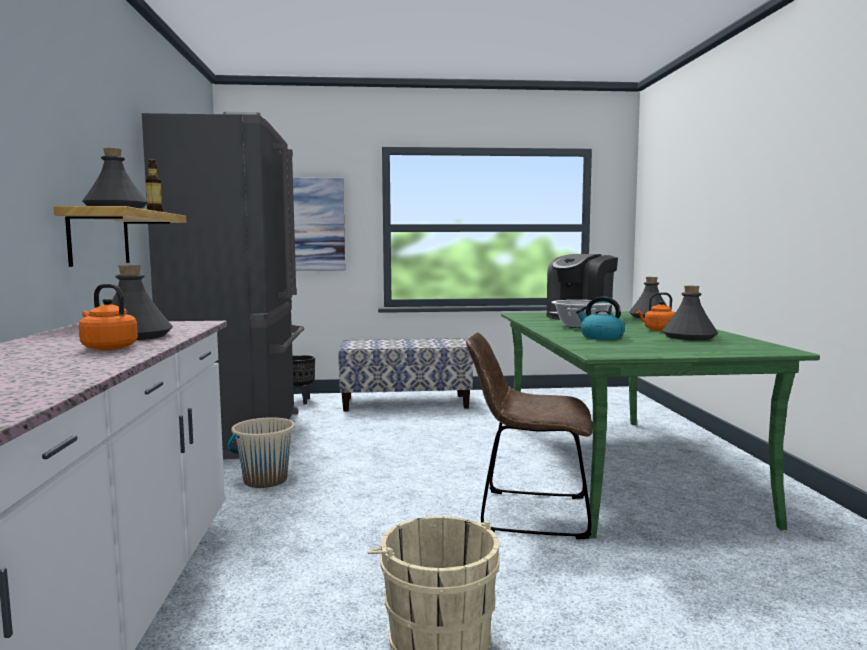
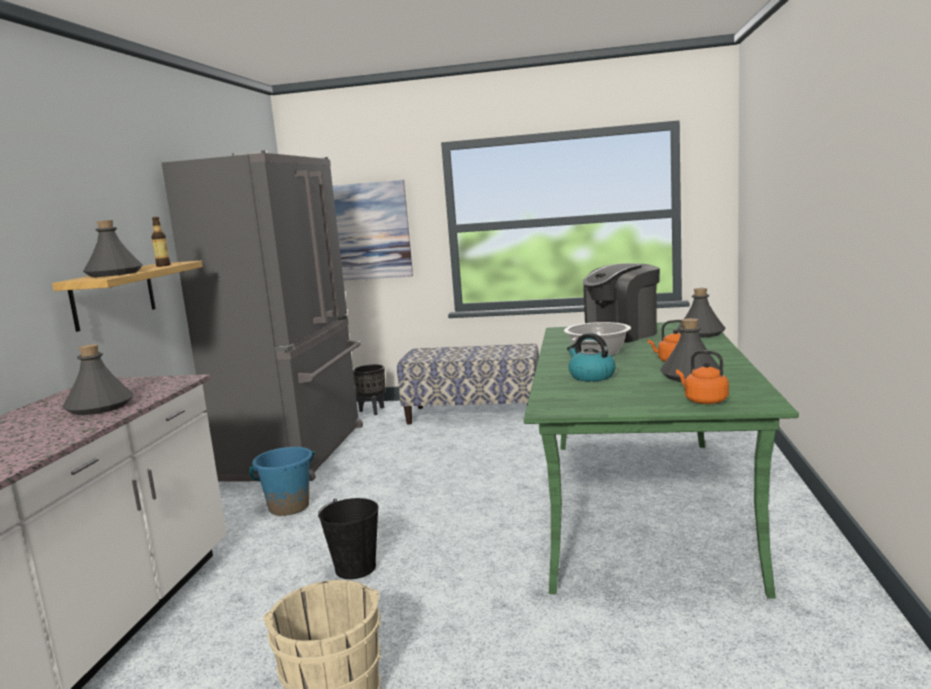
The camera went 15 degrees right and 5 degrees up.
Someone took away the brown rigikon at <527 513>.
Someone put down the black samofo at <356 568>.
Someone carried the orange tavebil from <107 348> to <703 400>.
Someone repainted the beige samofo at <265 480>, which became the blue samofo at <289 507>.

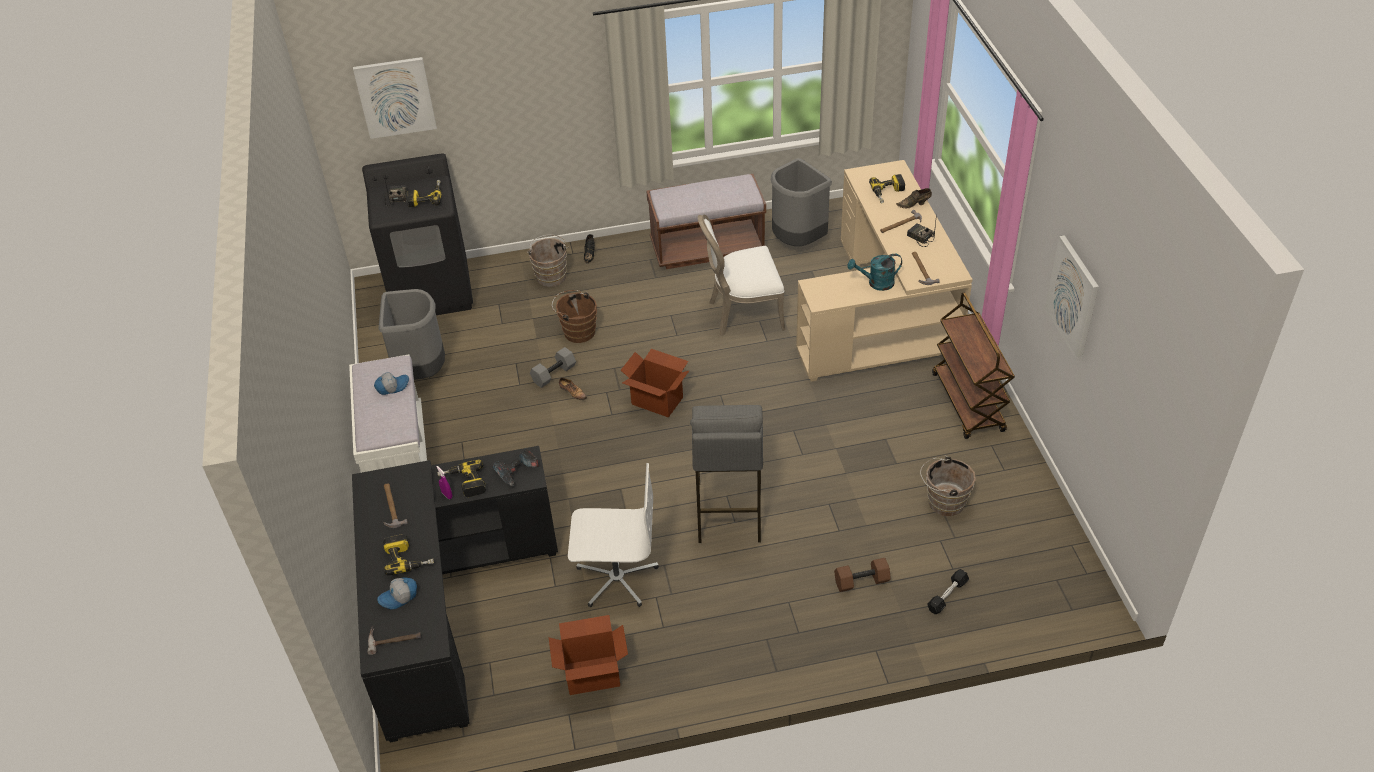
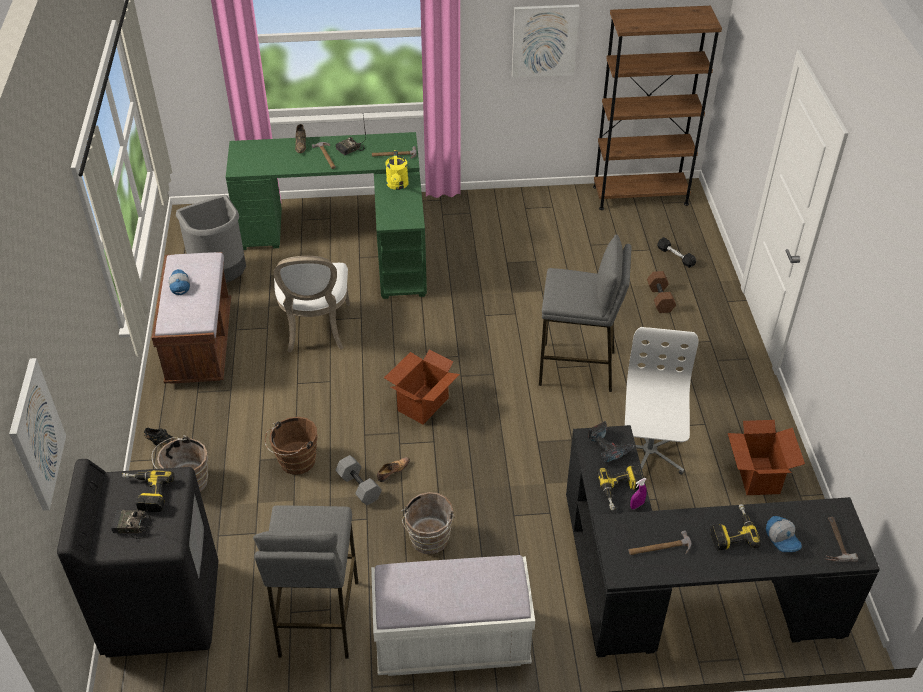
The camera went 85 degrees left and 0 degrees up.
Someone took away the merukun at <888 193>.
Someone took away the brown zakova at <968 403>.
Someone put down the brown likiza at <640 195>.
Someone carried the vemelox from <392 386> to <179 285>.
Someone carried the brown samofo from <943 502> to <428 541>.
Someone swapped the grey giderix at <421 373> for the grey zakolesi at <317 618>.
Someone repainted the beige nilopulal at <884 313>, which became the green nilopulal at <349 239>.
Someone repainted the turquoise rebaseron at <876 283>, which became the yellow rebaseron at <397 185>.

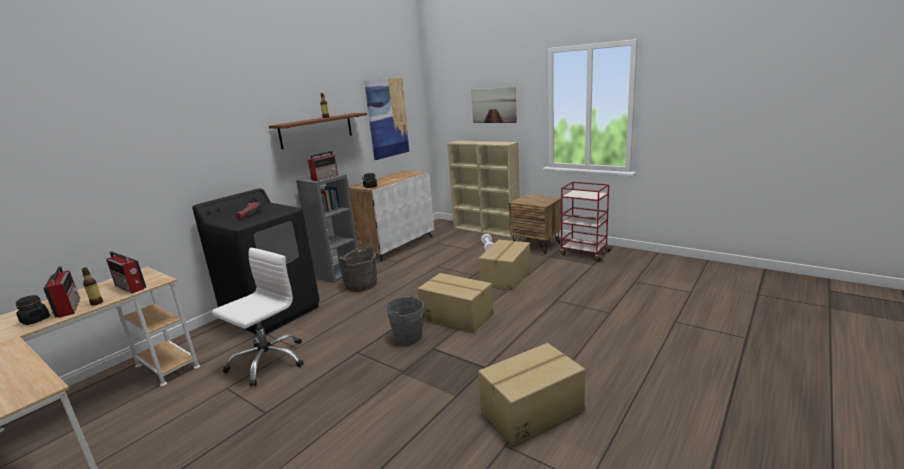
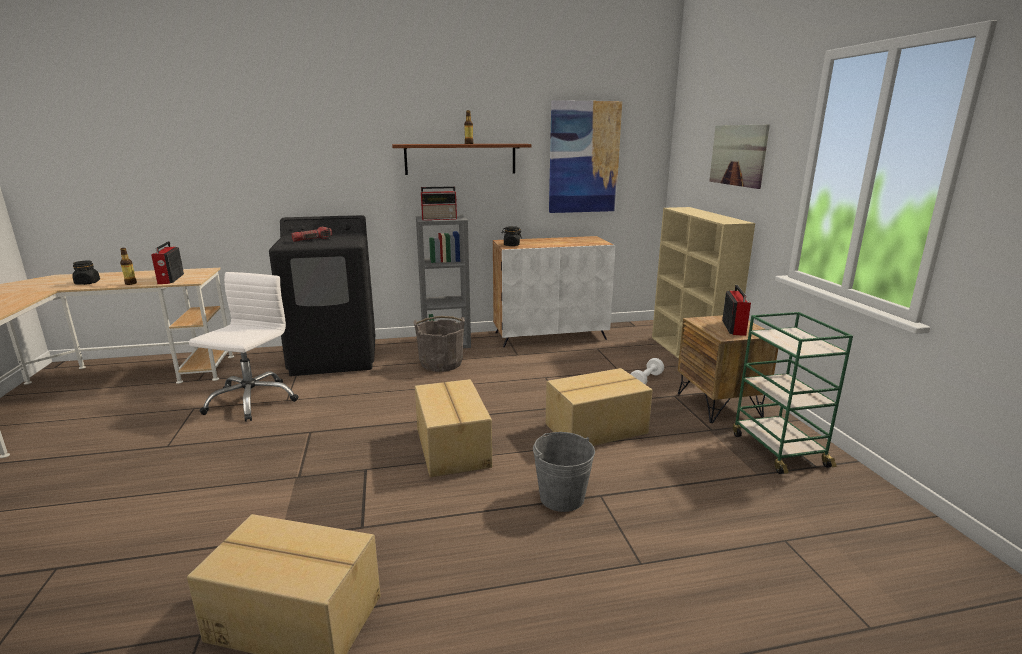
The camera went 40 degrees right and 0 degrees up.
Someone carried the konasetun from <69 307> to <734 327>.
Someone carried the grey samofo from <408 337> to <562 497>.
Someone repainted the red zakova at <584 253>, which became the green zakova at <777 449>.
Someone rotated the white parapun at <267 361> by 60 degrees counterclockwise.

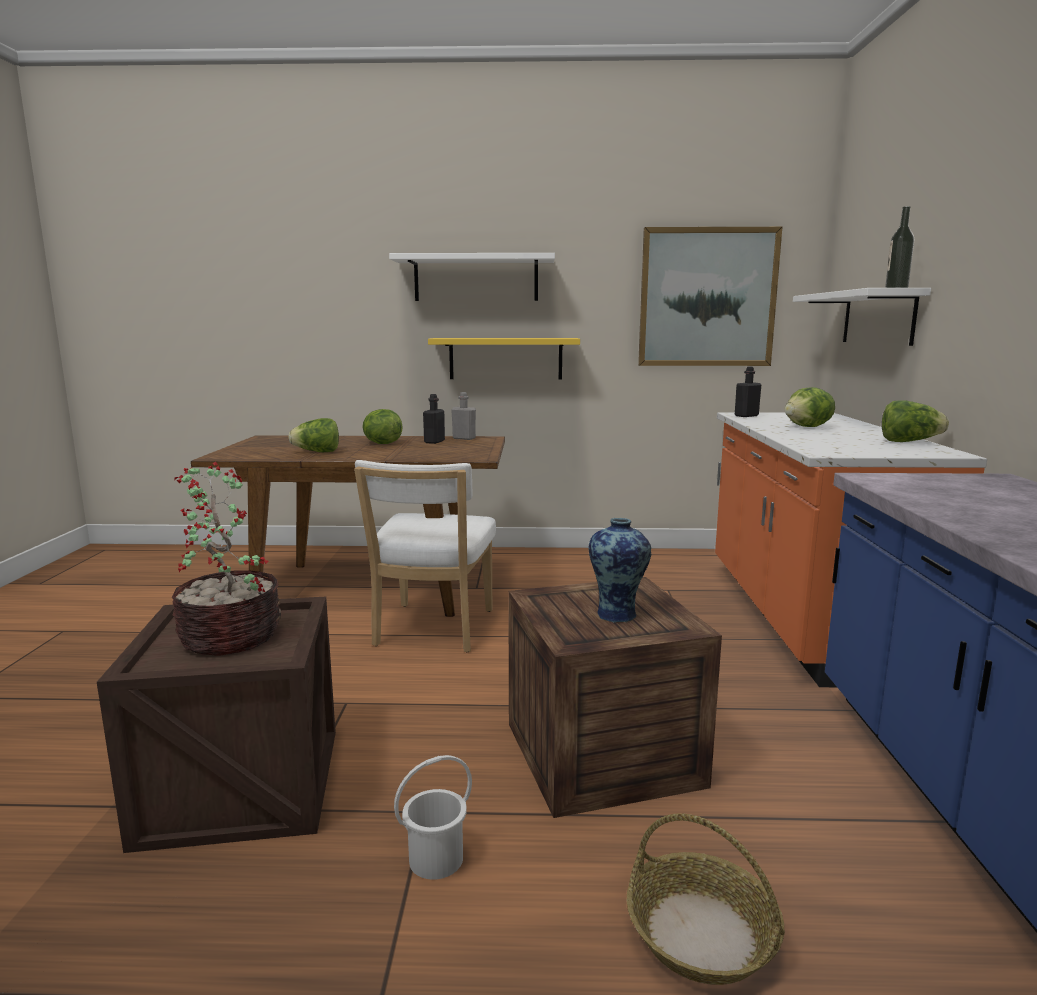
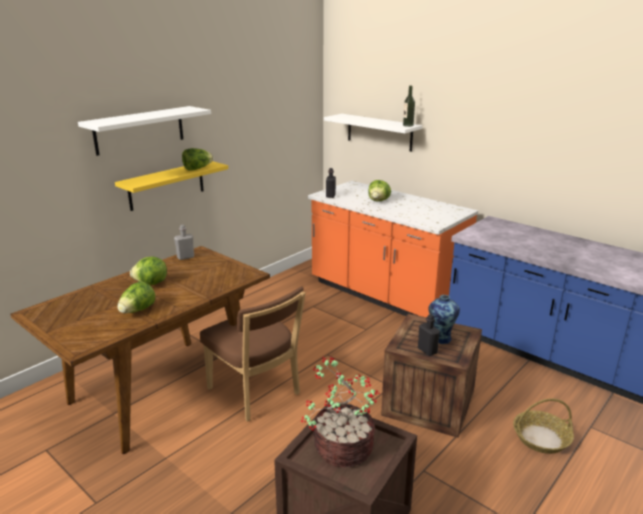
The camera went 50 degrees left and 10 degrees up.
Someone took away the white samofo at <437 859>.
Someone took away the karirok at <707 298>.
Someone carried the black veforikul from <434 442> to <427 351>.
Someone carried the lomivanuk from <909 442> to <197 169>.
Someone repainted the white rigikon at <432 630>, which became the brown rigikon at <256 393>.

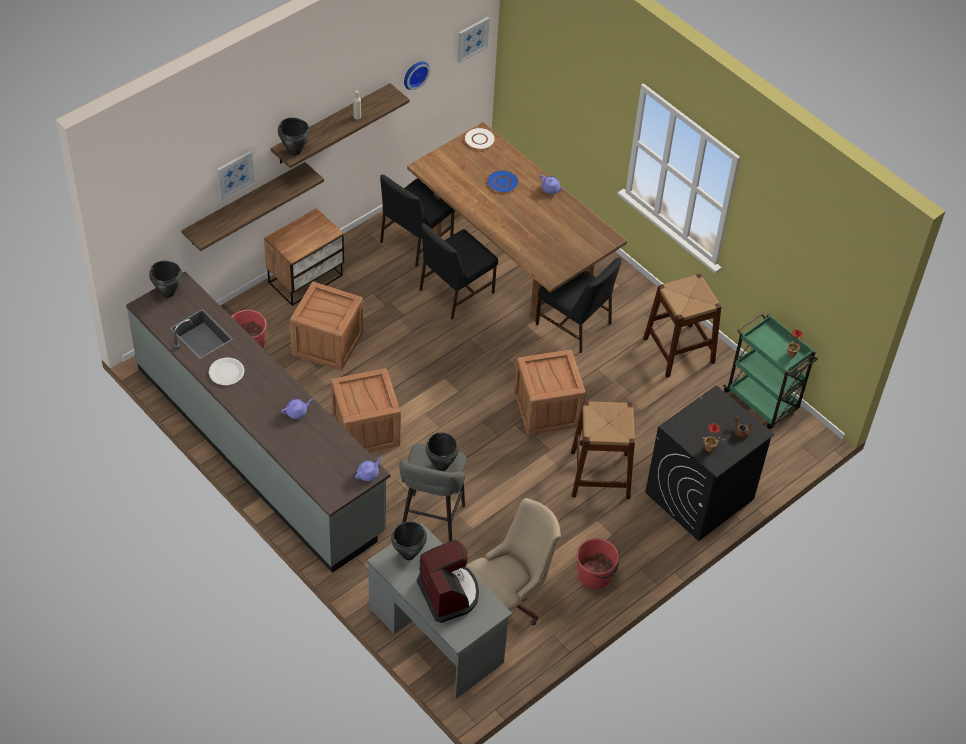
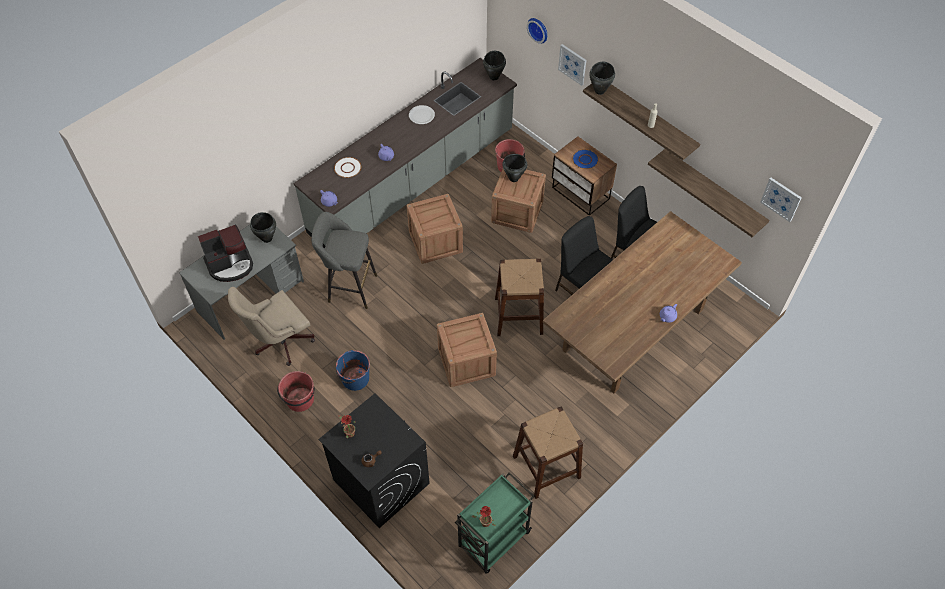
The camera went 90 degrees right and 5 degrees up.
Someone took away the black rigikon at <574 325>.
Someone put down the blue samofo at <355 379>.
Someone carried the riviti from <245 204> to <713 190>.
Someone carried the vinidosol from <414 74> to <539 29>.
Someone carried the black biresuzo from <441 466> to <513 178>.
Someone carried the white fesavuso from <479 139> to <347 168>.
Someone carried the blue fesavuso from <502 182> to <585 159>.
Someone carried the brown zakolesi from <600 474> to <518 315>.
Someone rotated the beige parapun at <510 599> by 90 degrees clockwise.

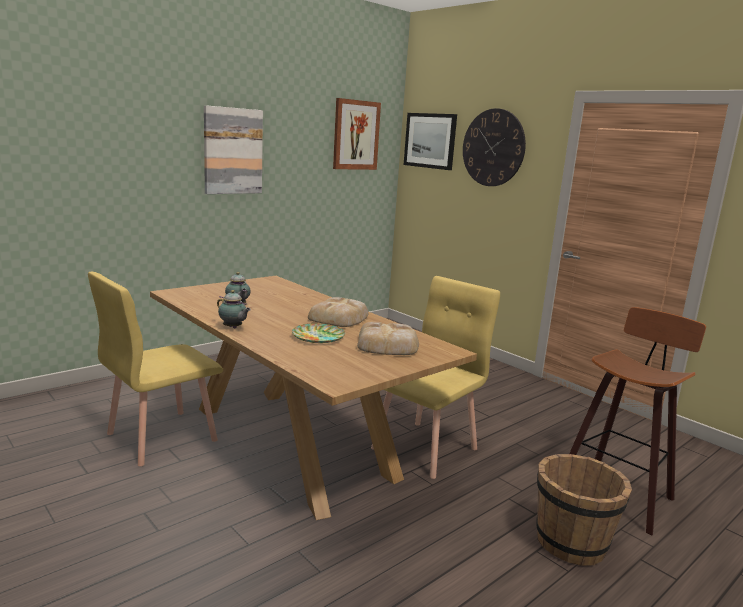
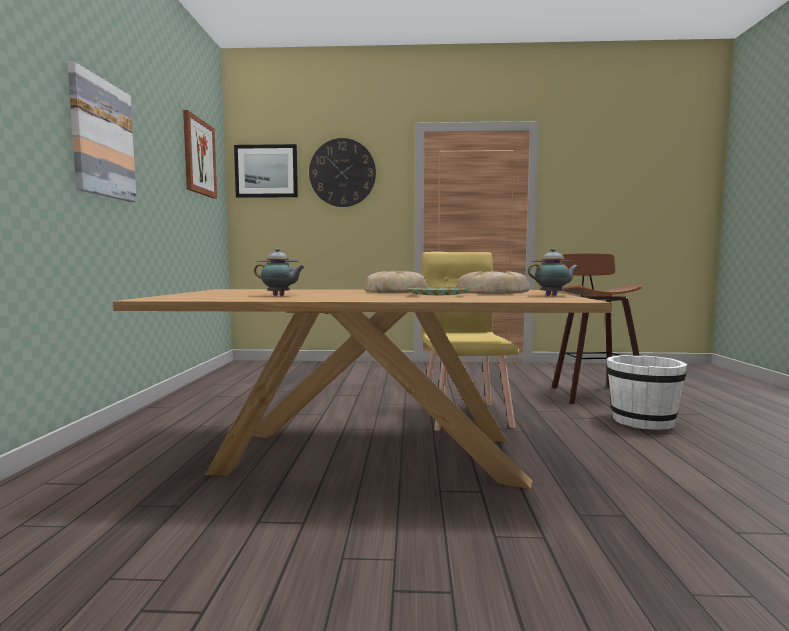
The camera went 45 degrees left and 10 degrees down.
Someone took away the yellow rigikon at <160 437>.
Someone carried the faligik from <233 328> to <553 295>.
Someone repainted the brown samofo at <571 542>, which became the white samofo at <642 421>.

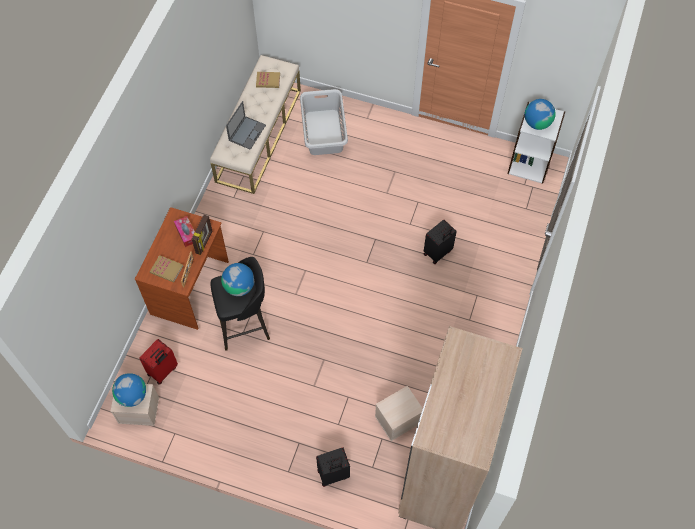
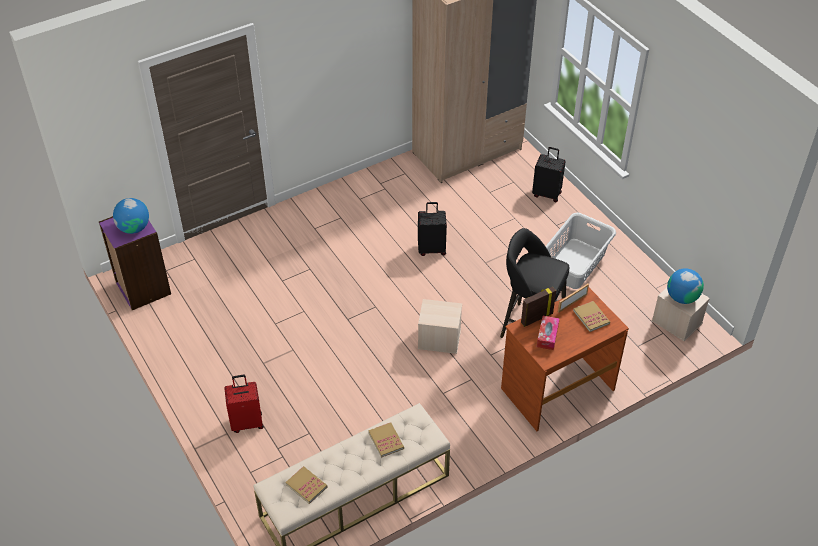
The camera went 140 degrees left and 15 degrees down.
Someone took away the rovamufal at <239 286>.
Someone carried the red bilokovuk from <163 371> to <247 422>.
Someone carried the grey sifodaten from <323 132> to <575 263>.
Someone carried the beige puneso from <398 418> to <438 339>.
Someone carried the black bilokovuk from <438 253> to <432 249>.
Someone swapped the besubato at <247 132> for the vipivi at <386 440>.
Someone repainted the white likiza at <529 164>, which became the purple likiza at <142 288>.

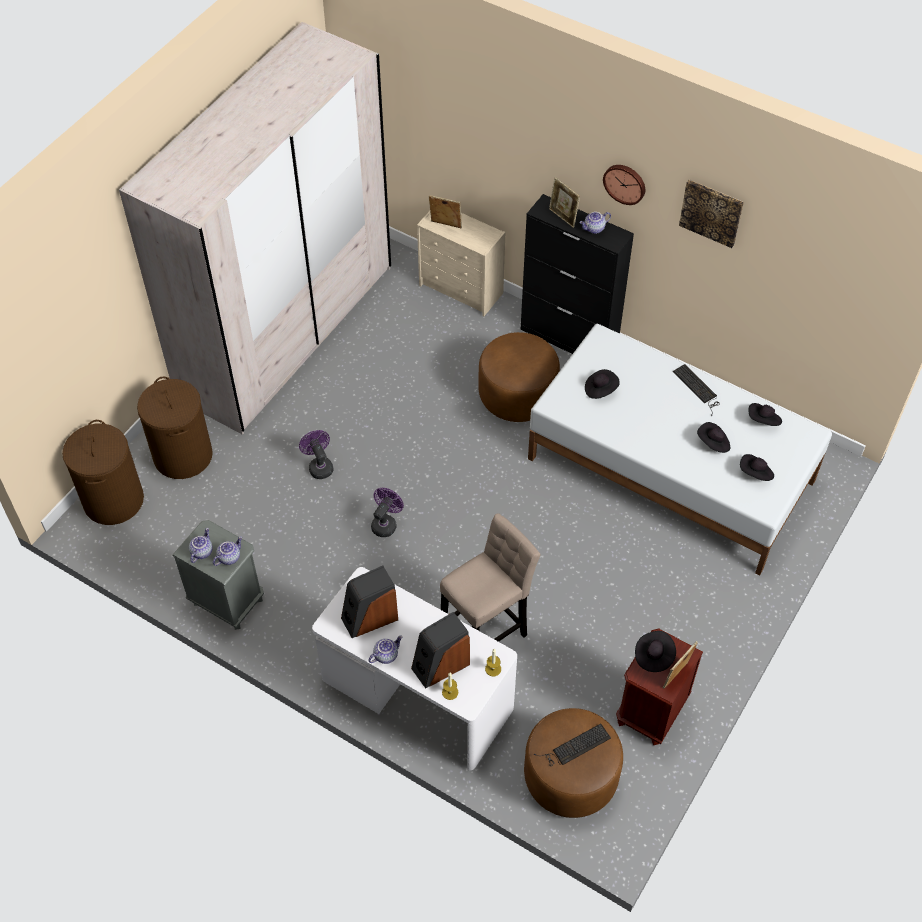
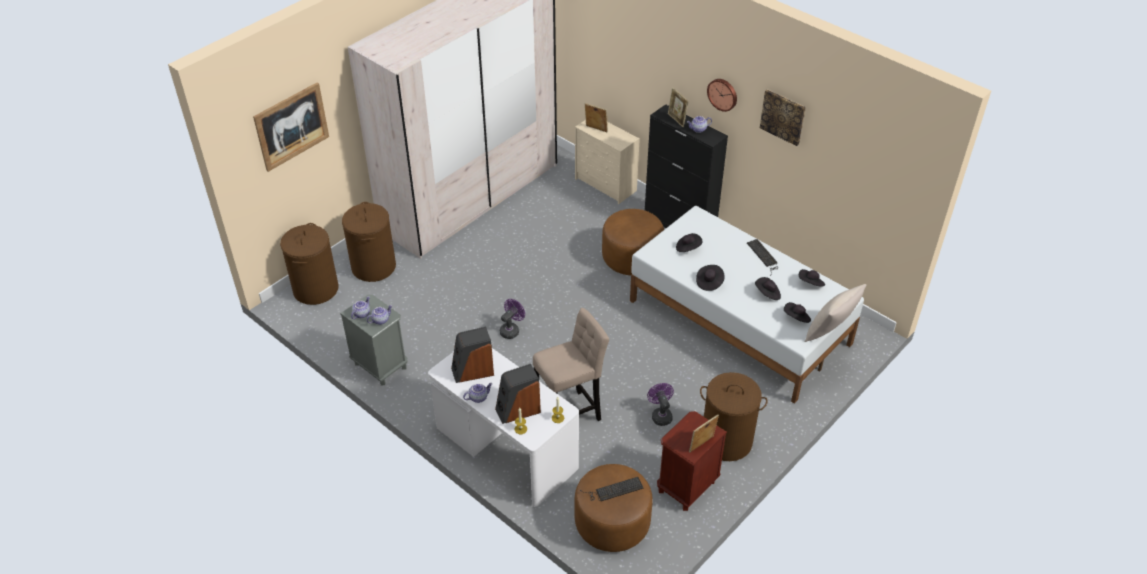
The camera went 10 degrees right and 10 degrees down.
Someone put up the karirok at <291 126>.
Someone put down the brown sifodaten at <726 441>.
Someone put down the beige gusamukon at <830 332>.
Someone carried the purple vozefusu from <319 466> to <660 415>.
Someone carried the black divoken from <653 656> to <709 282>.

